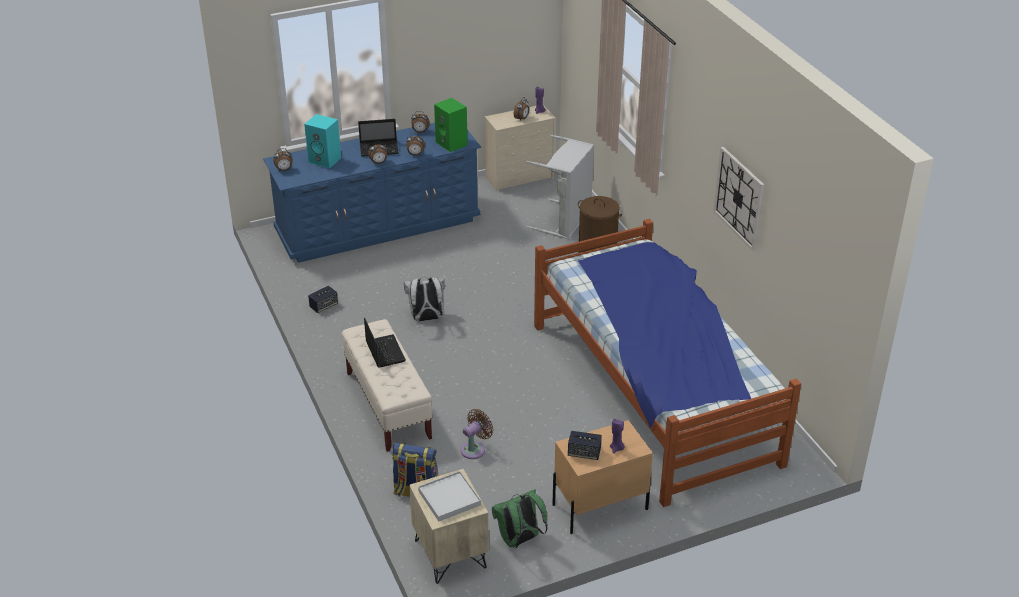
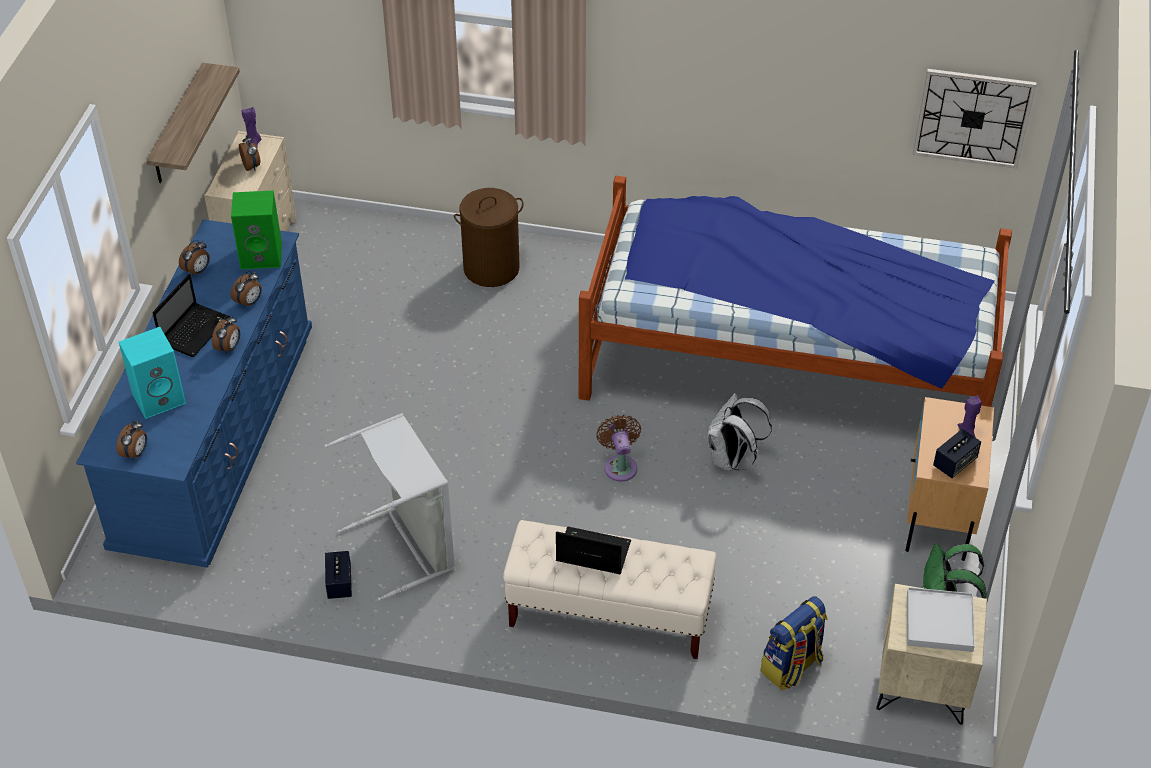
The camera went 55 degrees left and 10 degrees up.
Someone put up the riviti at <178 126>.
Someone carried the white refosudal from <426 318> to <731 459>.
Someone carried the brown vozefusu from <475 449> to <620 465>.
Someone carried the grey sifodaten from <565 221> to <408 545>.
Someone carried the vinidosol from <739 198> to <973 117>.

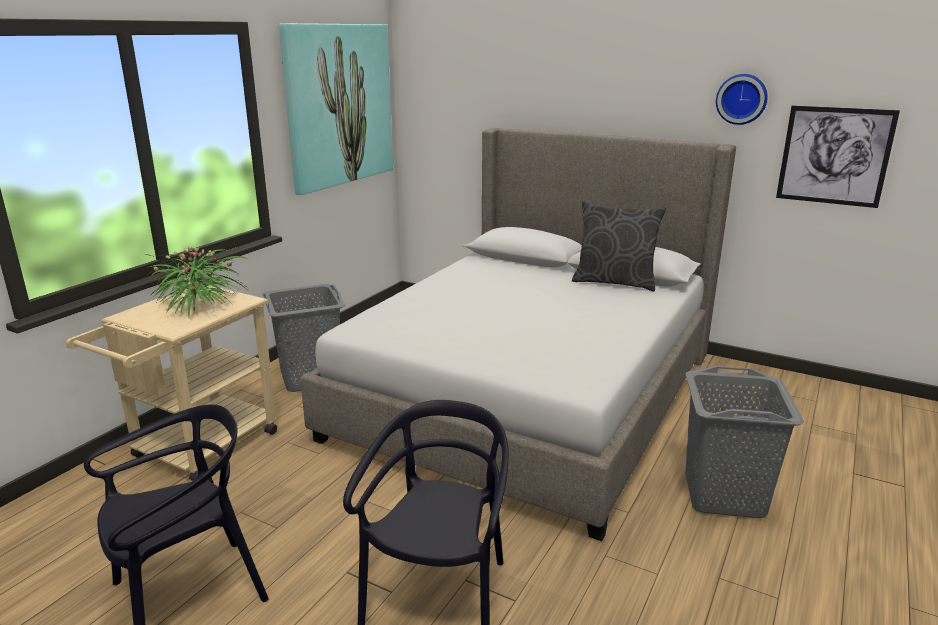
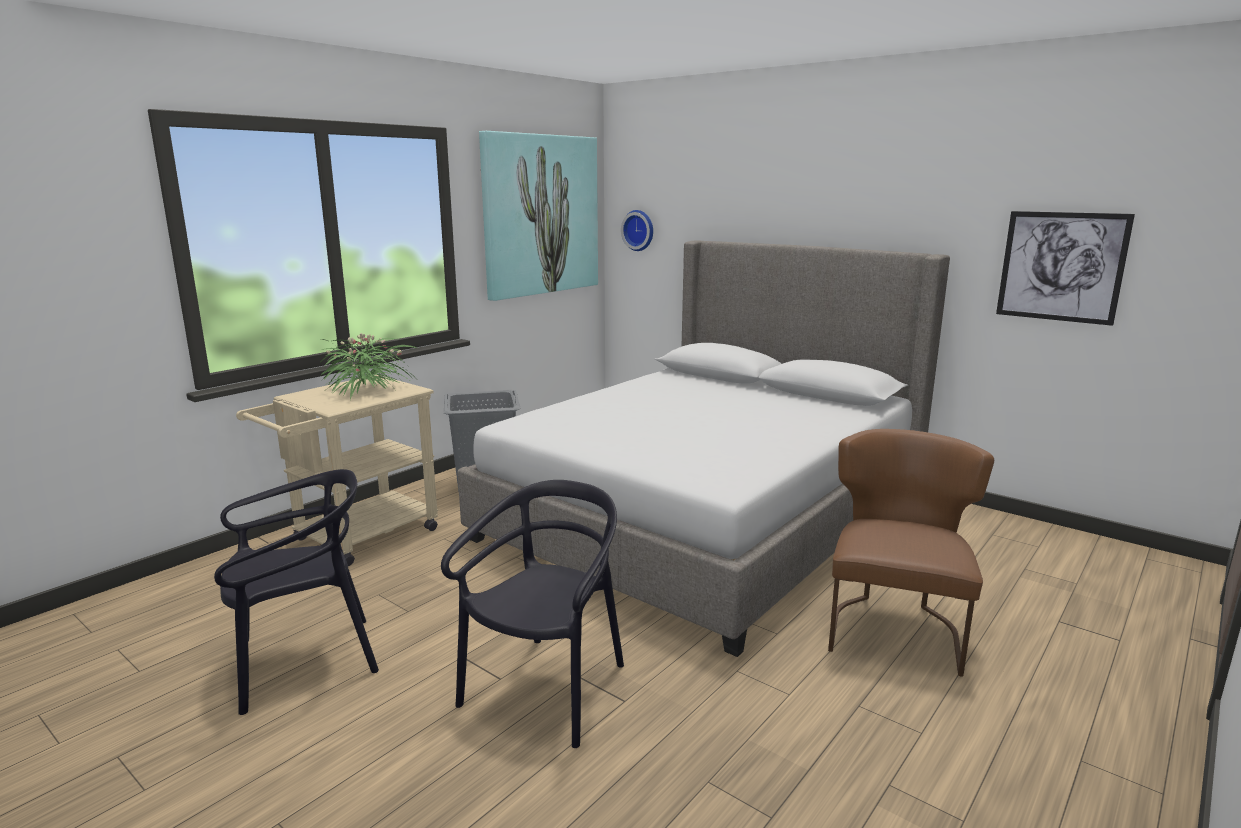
The camera went 10 degrees right and 5 degrees down.
Someone took away the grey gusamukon at <614 282>.
Someone carried the vinidosol from <742 99> to <639 230>.
Someone swapped the grey sifodaten at <724 494> for the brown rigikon at <894 627>.

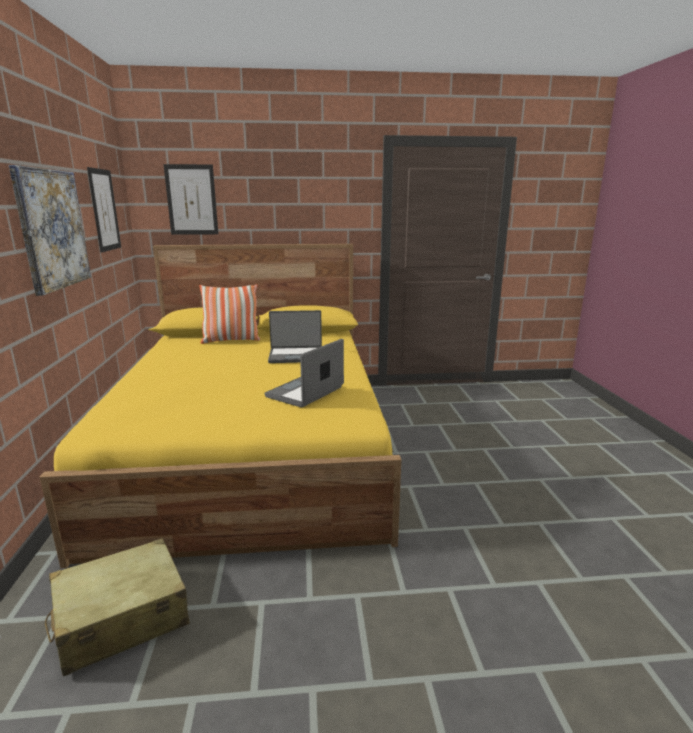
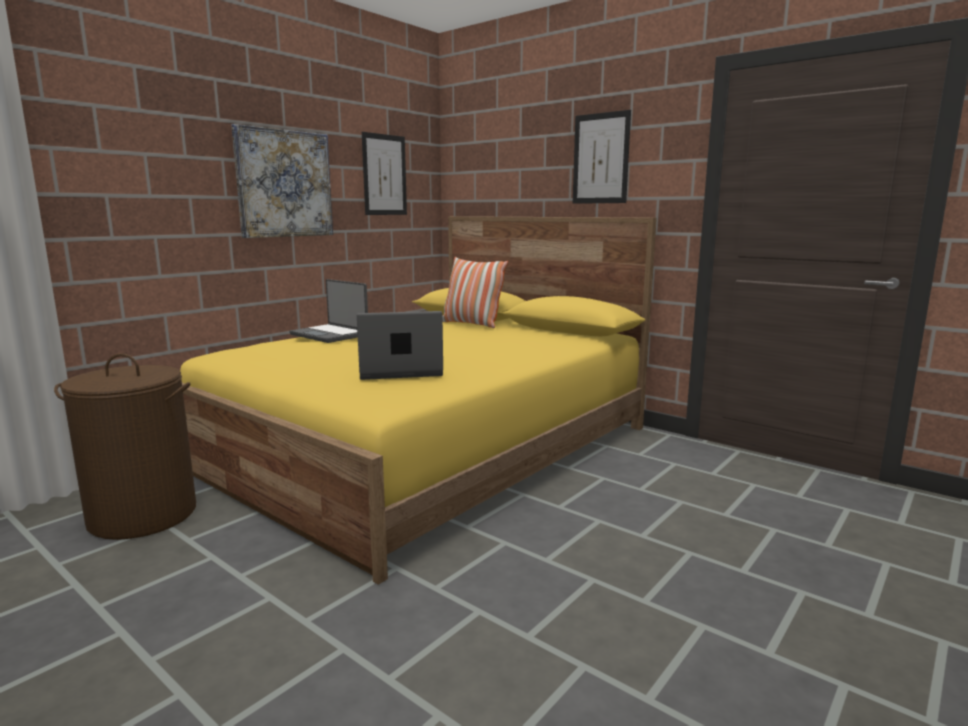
The camera went 45 degrees right and 5 degrees down.
Someone carried the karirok from <191 200> to <601 158>.
Someone carried the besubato from <296 356> to <330 335>.
Someone swapped the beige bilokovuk at <121 618> for the brown sifodaten at <142 515>.

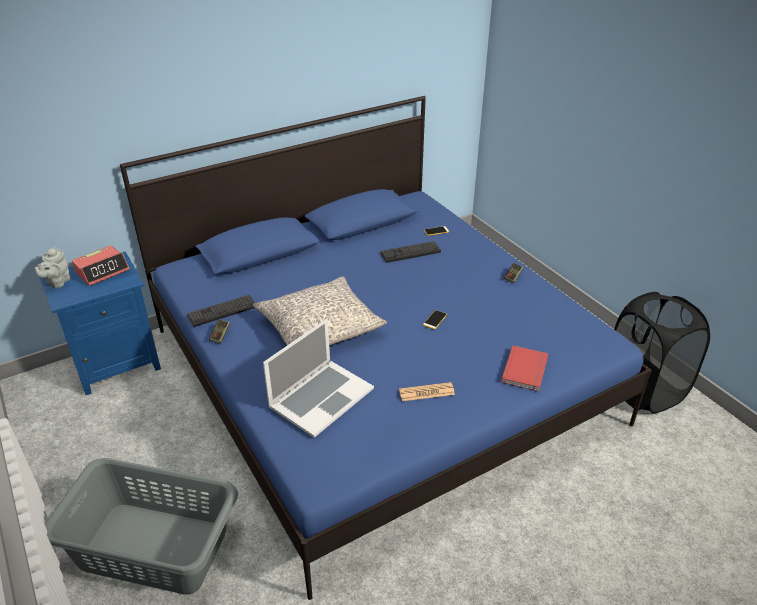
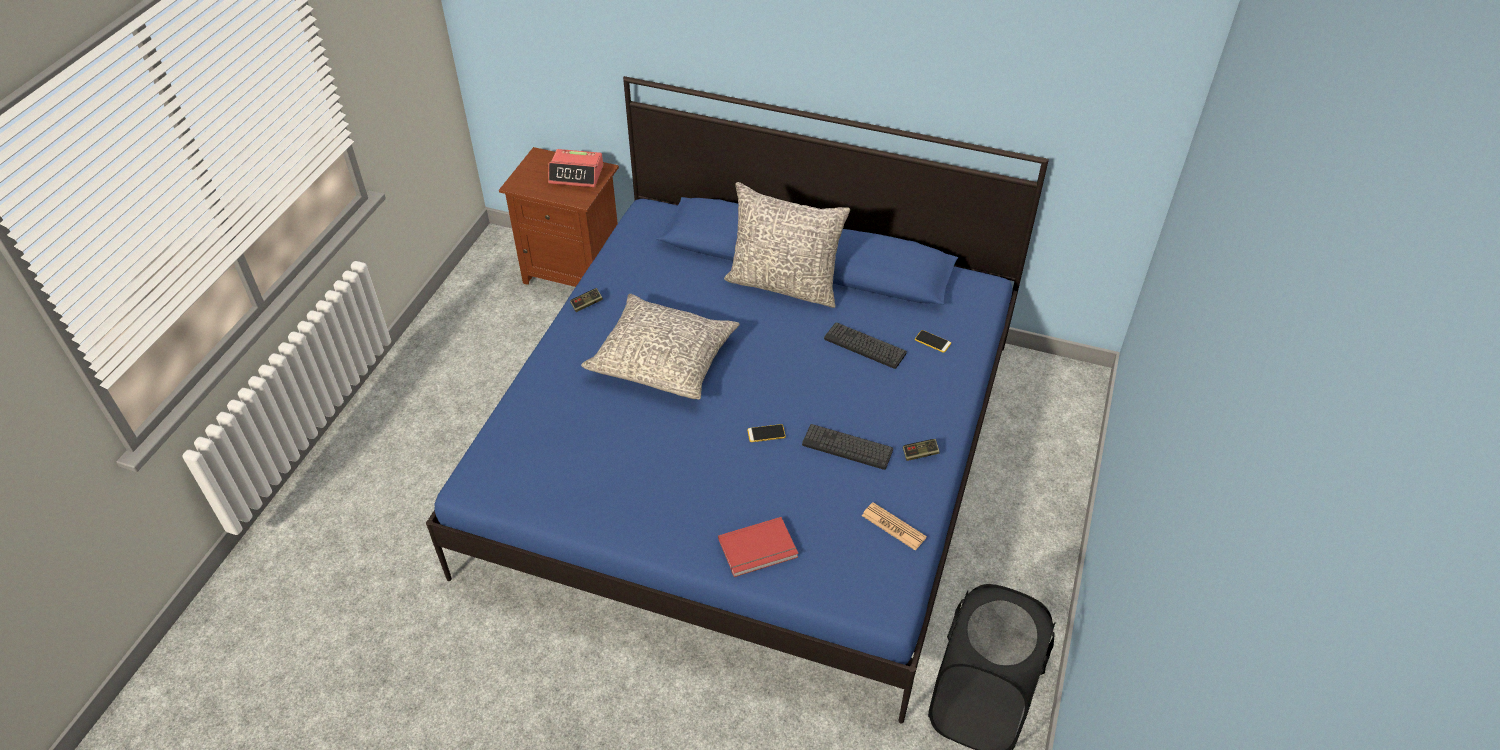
The camera went 50 degrees right and 10 degrees up.
Someone took away the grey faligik at <57 282>.
Someone took away the grey sifodaten at <153 546>.
Someone took away the besubato at <321 397>.
Someone put down the grey gusamukon at <784 284>.
Someone carried the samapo from <222 311> to <847 447>.
Someone carried the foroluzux from <426 392> to <893 526>.
Someone repainted the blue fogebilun at <116 364>, which became the brown fogebilun at <574 271>.

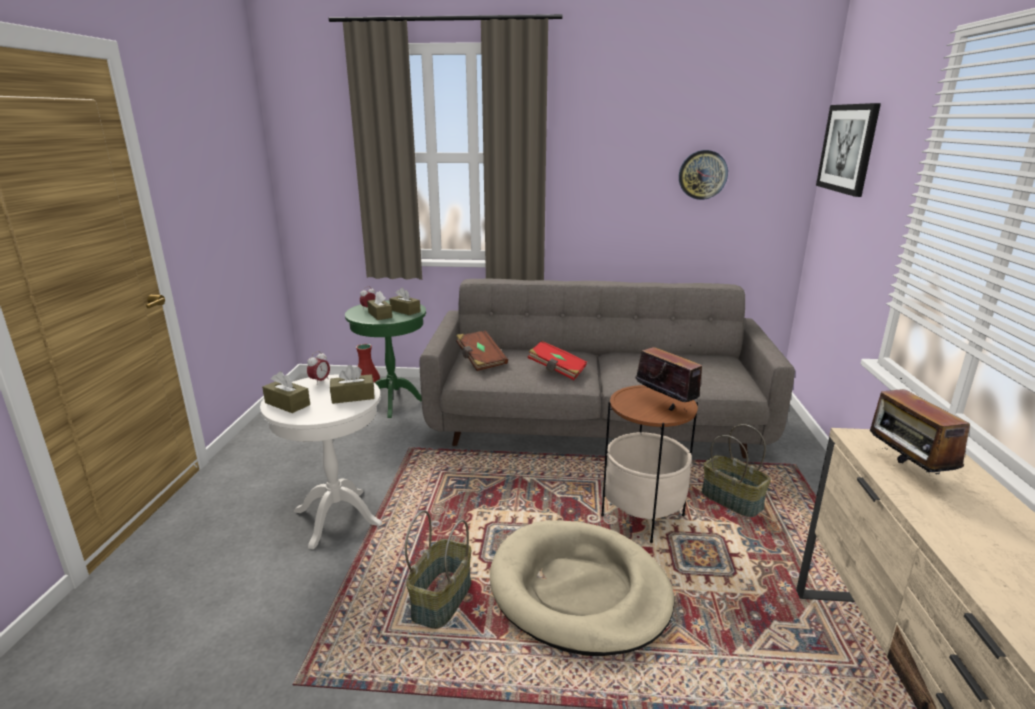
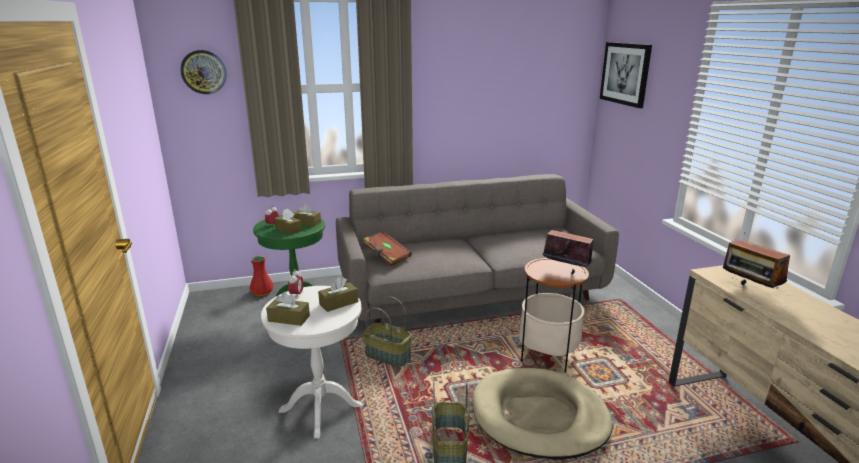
The camera went 20 degrees left and 0 degrees up.
Someone took away the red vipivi at <557 370>.
Someone carried the vinidosol from <702 174> to <204 72>.
Someone carried the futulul from <732 500> to <388 356>.

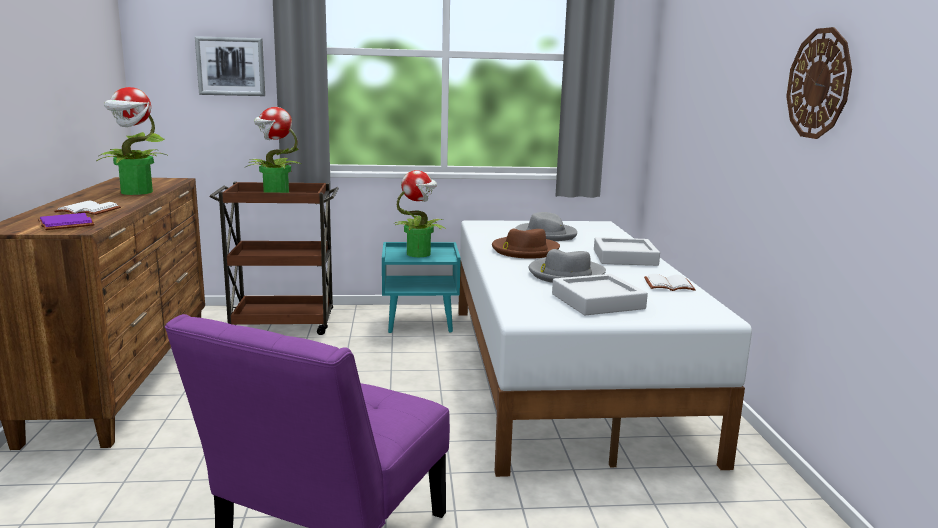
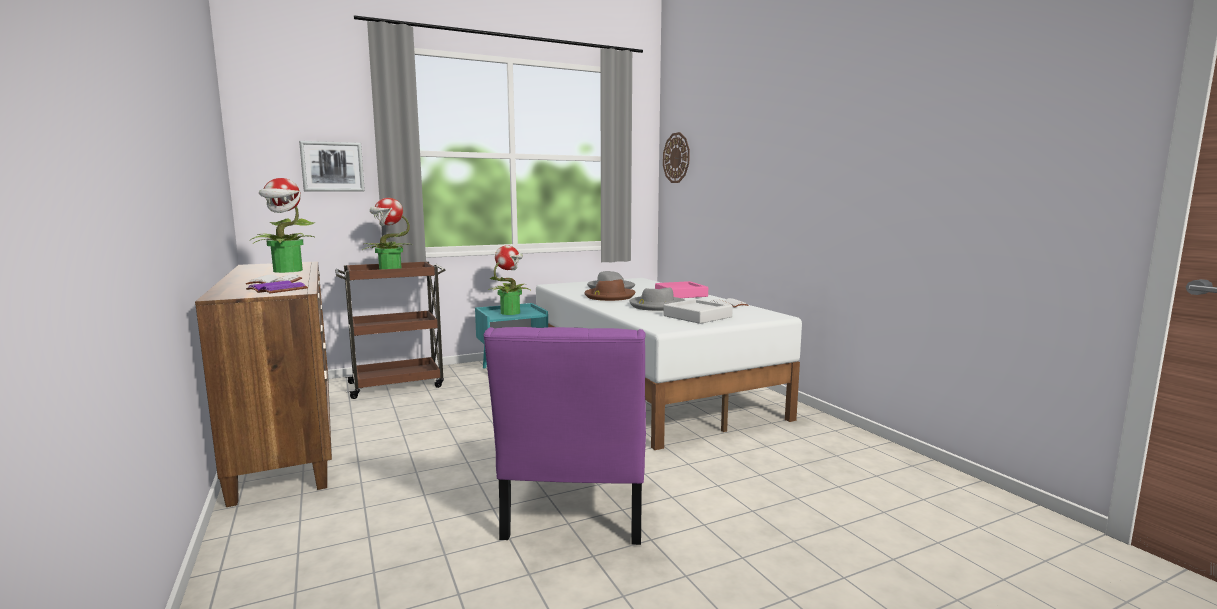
The camera went 20 degrees left and 5 degrees down.
Someone carried the vinidosol from <819 84> to <676 158>.
Someone repainted the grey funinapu at <625 257>, which became the pink funinapu at <681 294>.

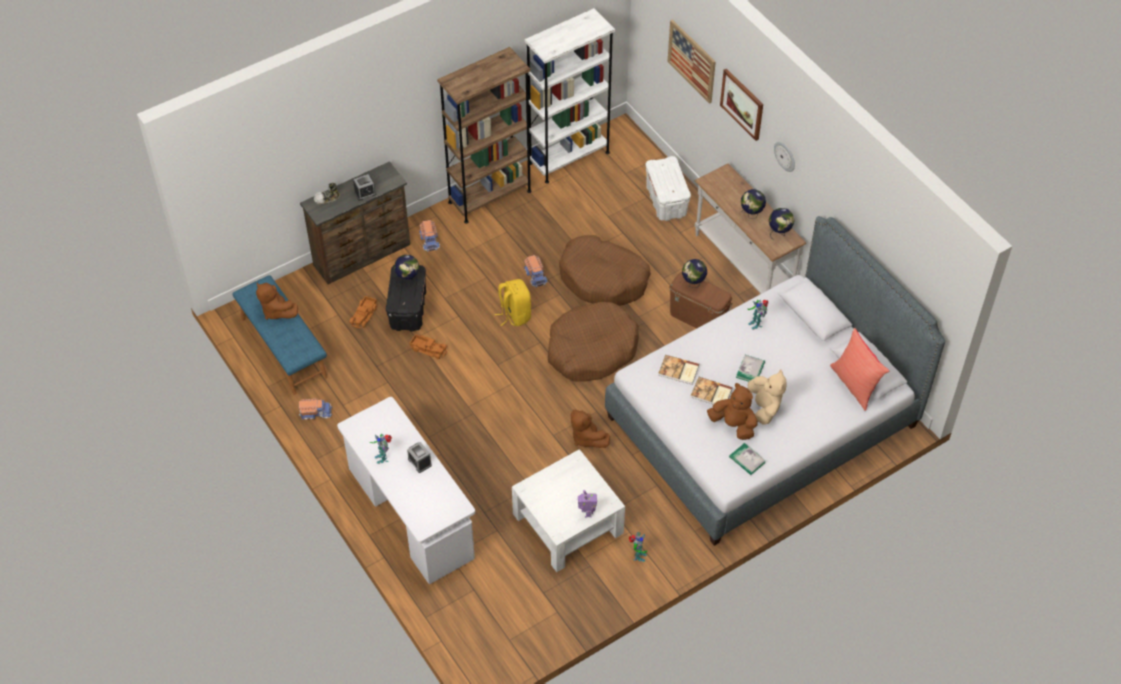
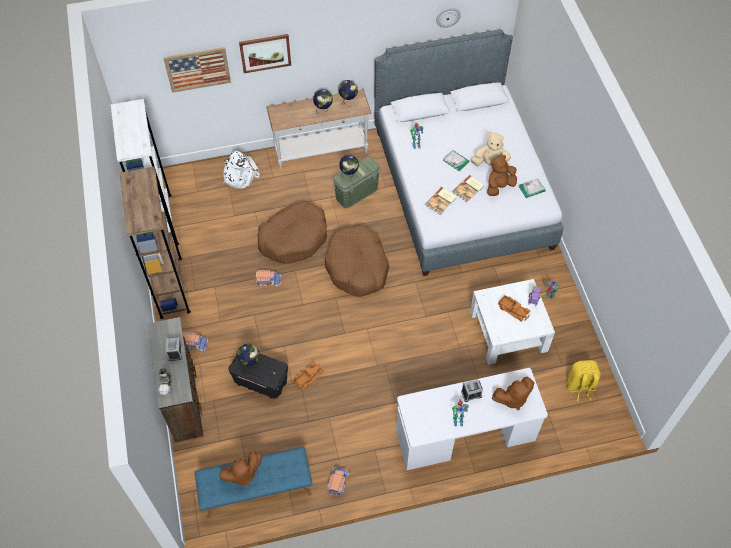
The camera went 70 degrees left and 5 degrees up.
Someone took away the red gusamukon at <855 384>.
Someone carried the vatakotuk from <364 315> to <513 310>.
Someone carried the yellow refosudal from <514 315> to <580 386>.
Someone carried the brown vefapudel from <586 438> to <512 398>.
Someone carried the vinidosol from <785 156> to <448 17>.
Someone swapped the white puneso at <666 201> for the white refosudal at <239 175>.
Someone repainted the brown puneso at <698 317>, which became the green puneso at <357 193>.

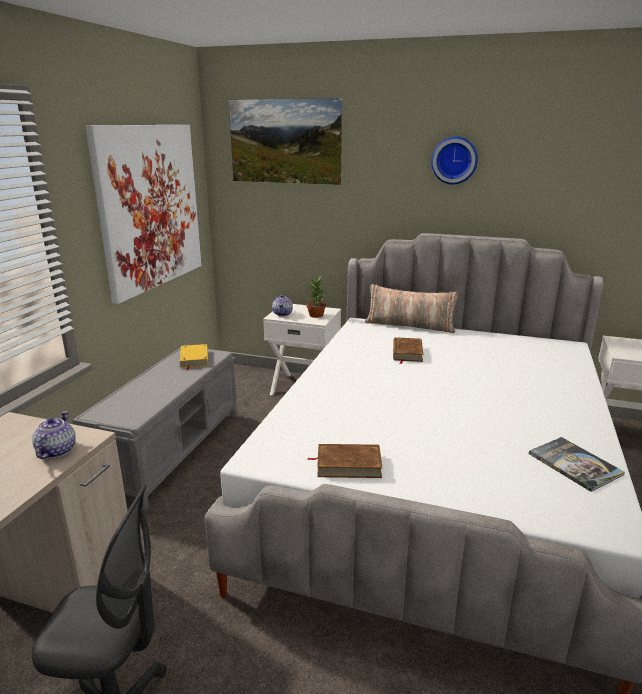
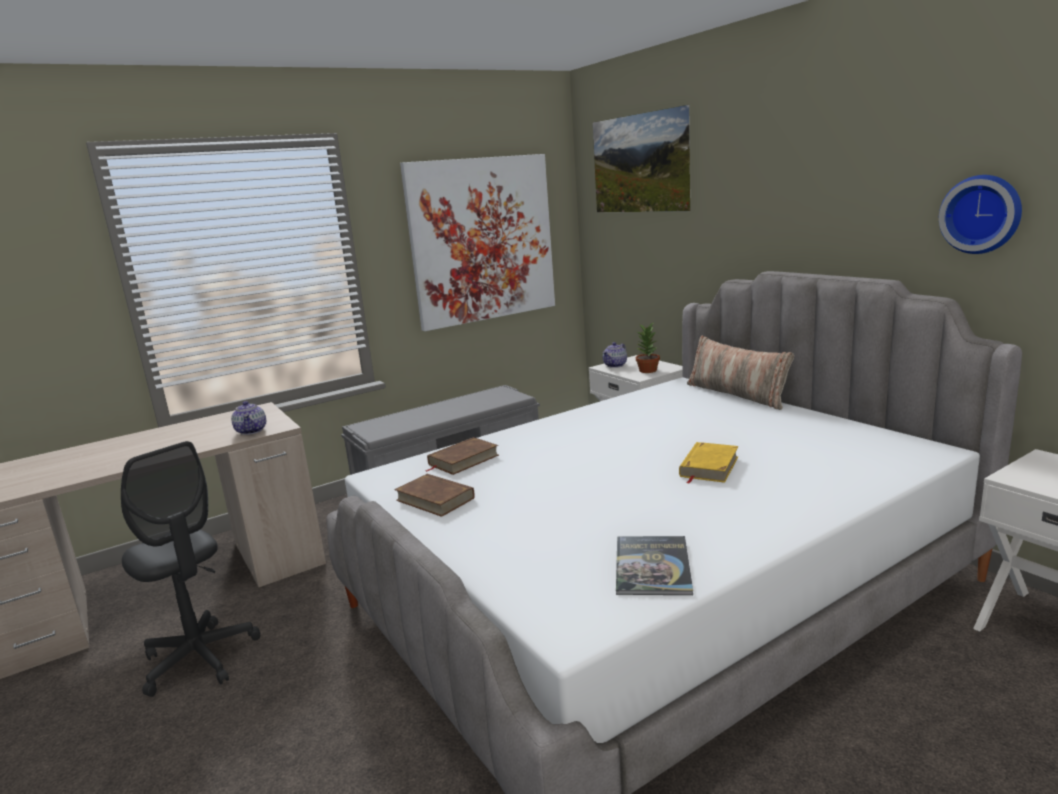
The camera went 40 degrees right and 5 degrees down.
Someone carried the yellow vipivi from <194 359> to <708 467>.
Someone carried the brown vipivi from <407 353> to <463 460>.
Someone carried the vinidosol from <454 160> to <982 214>.
Someone rotated the faligik at <56 451> by 120 degrees clockwise.

